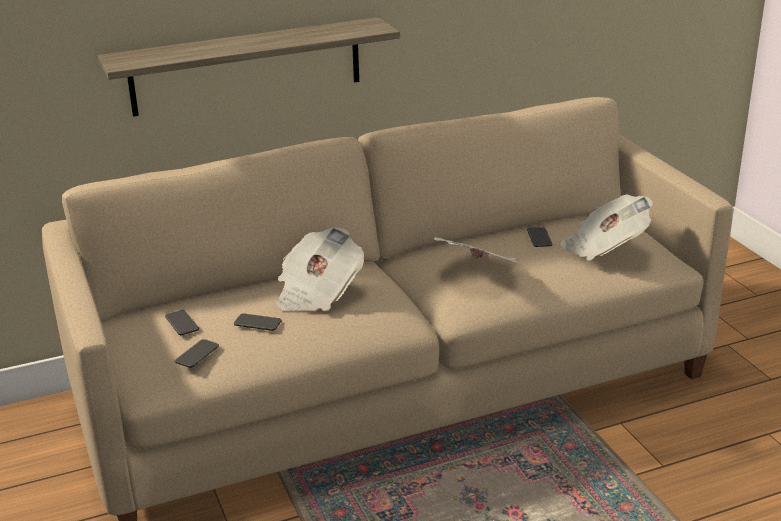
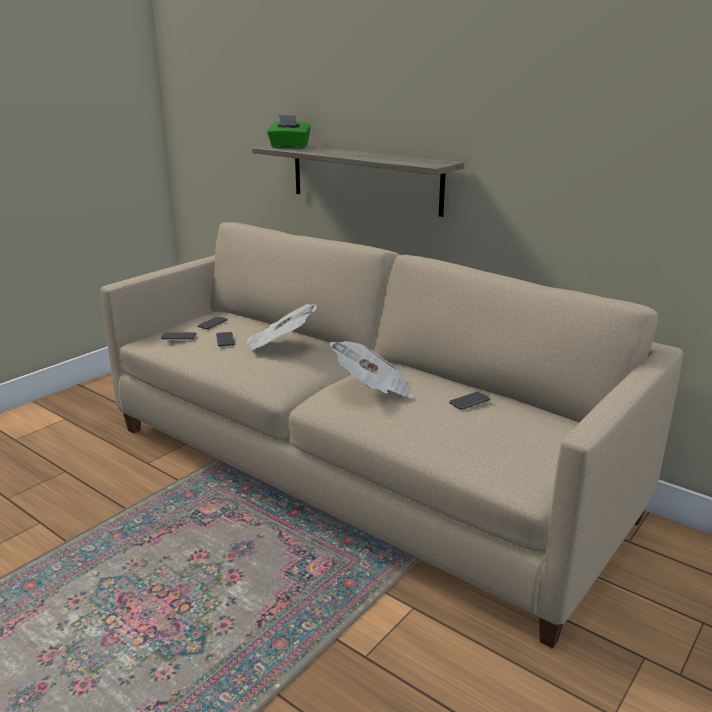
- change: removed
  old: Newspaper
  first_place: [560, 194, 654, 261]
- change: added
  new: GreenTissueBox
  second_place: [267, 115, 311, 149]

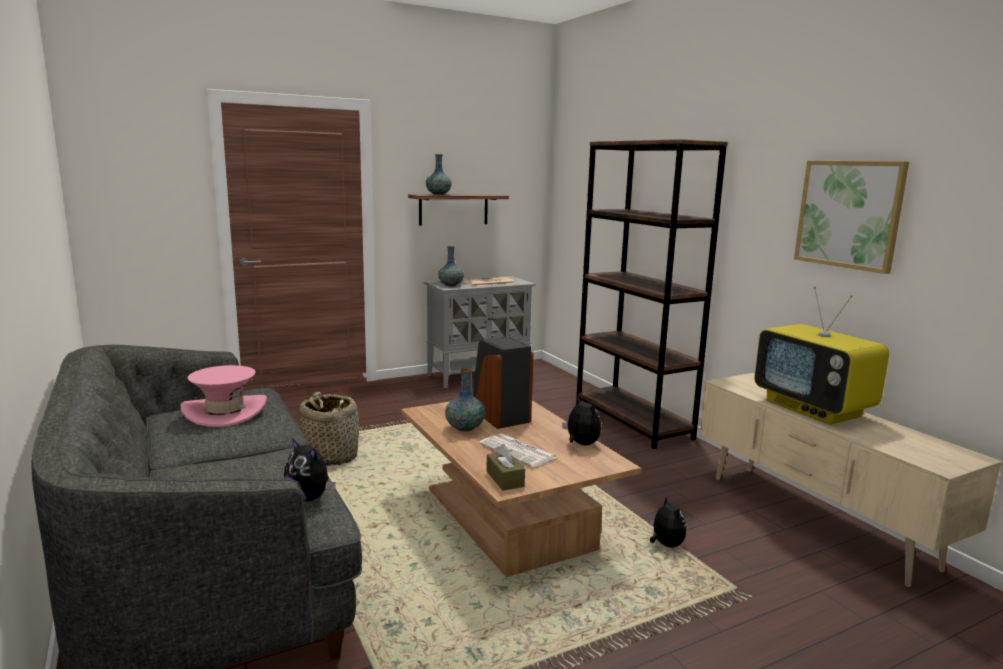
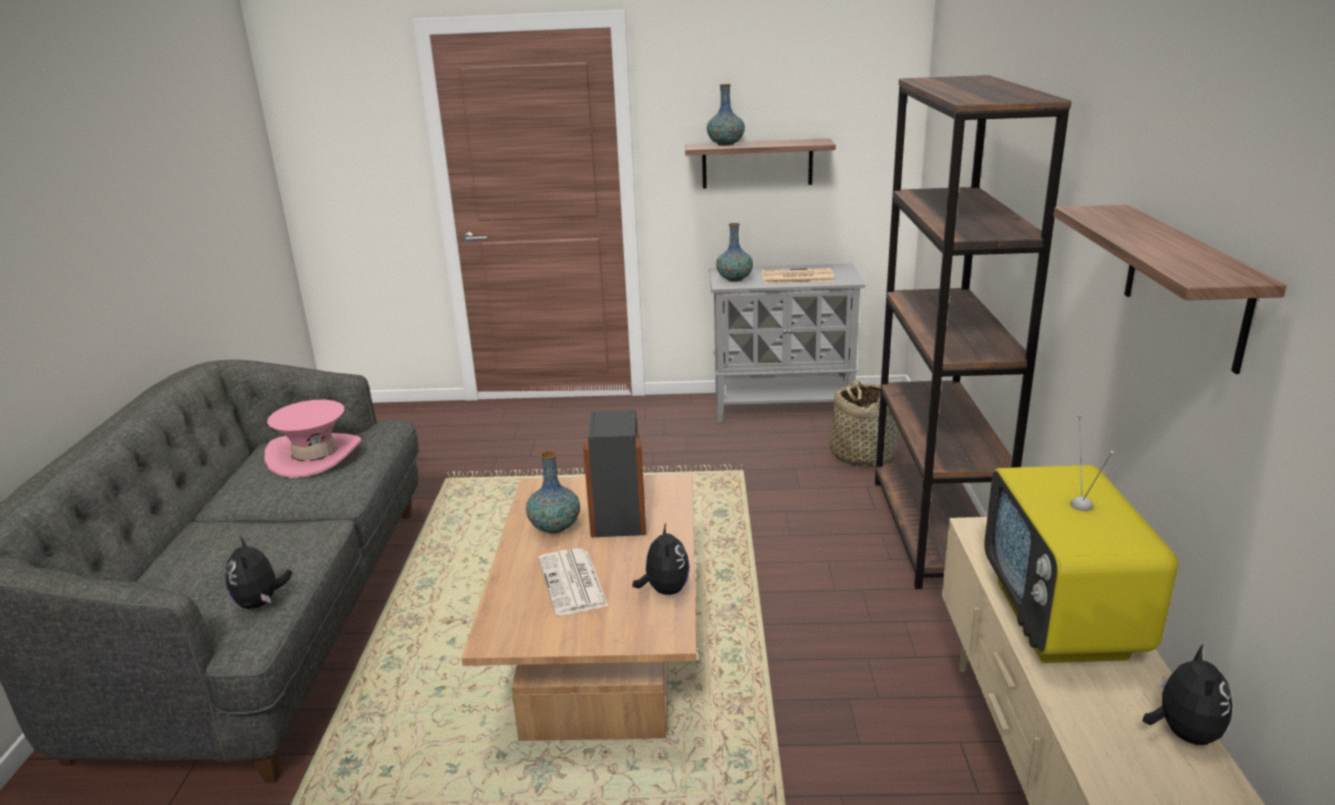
- change: removed
  old: BrownTissueBox
  first_place: [486, 444, 525, 490]
- change: moved
  old: Basket
  first_place: [299, 392, 359, 466]
  second_place: [830, 380, 900, 467]
- change: moved
  old: PlushToy
  first_place: [650, 496, 686, 547]
  second_place: [1143, 645, 1232, 745]
- change: replaced
  old: Picture
  new: Shelf
  first_place: [794, 161, 909, 274]
  second_place: [1053, 205, 1286, 374]

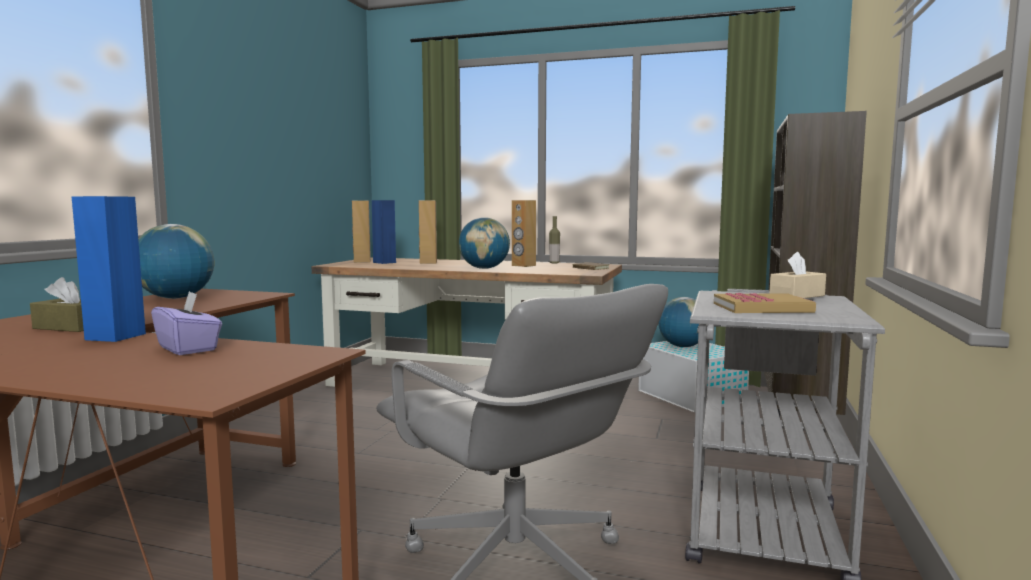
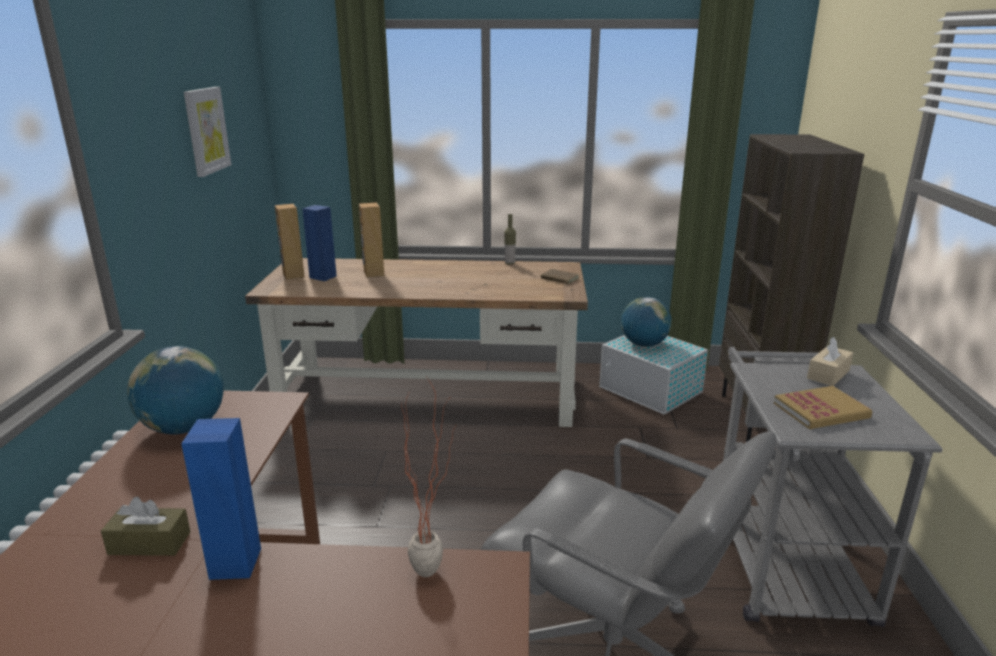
- change: removed
  old: PurpleTissueBox
  first_place: [151, 291, 222, 355]
- change: removed
  old: Globe
  first_place: [459, 217, 510, 269]
- change: removed
  old: BrownSpeaker
  first_place: [512, 200, 536, 267]
- change: added
  new: Picture
  second_place: [184, 87, 231, 177]
- change: added
  new: PottedPlant
  second_place: [401, 376, 455, 577]

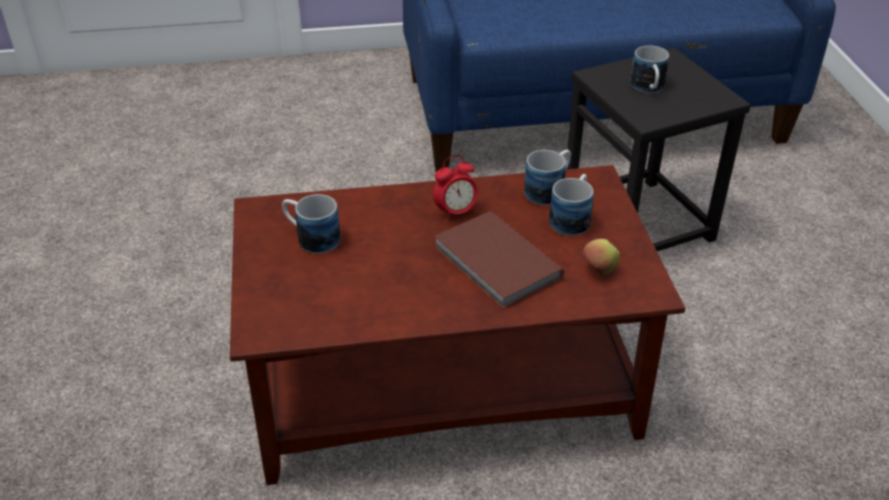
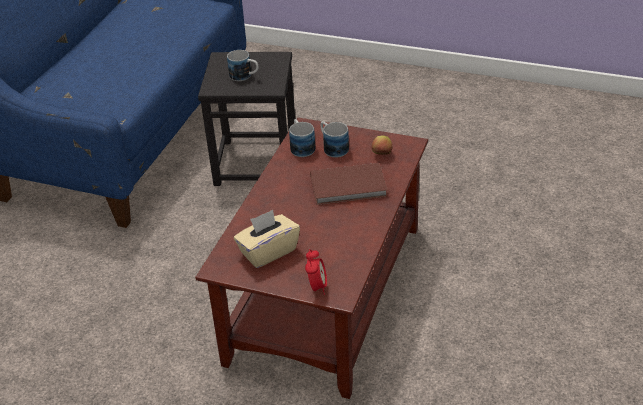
- change: moved
  old: AlarmClock
  first_place: [433, 155, 478, 222]
  second_place: [305, 249, 327, 295]
- change: replaced
  old: Mug
  new: BeigeTissueBox
  first_place: [282, 194, 340, 254]
  second_place: [234, 210, 300, 268]

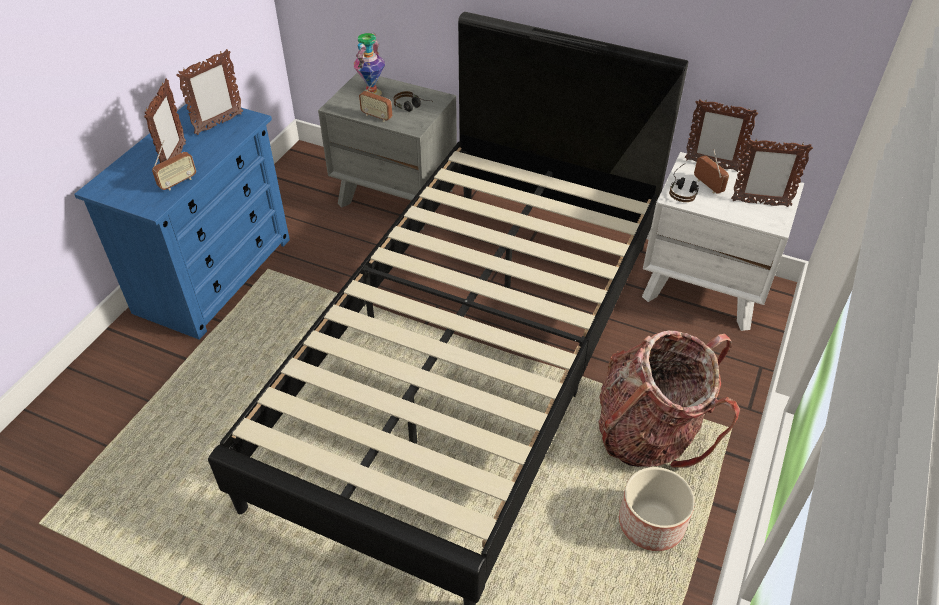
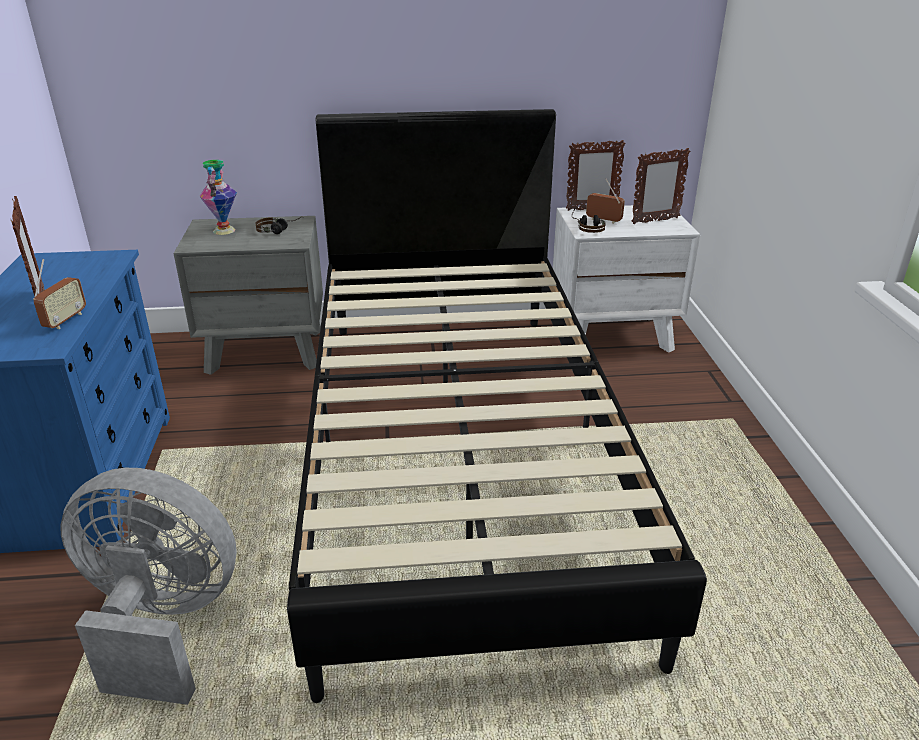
- change: removed
  old: PictureFrame
  first_place: [176, 49, 243, 135]
- change: removed
  old: Radio
  first_place: [359, 78, 392, 122]
- change: removed
  old: Backpack
  first_place: [598, 331, 740, 468]
- change: removed
  old: Planter
  first_place: [619, 467, 695, 551]
- change: added
  new: GreyFan
  second_place: [60, 468, 237, 705]

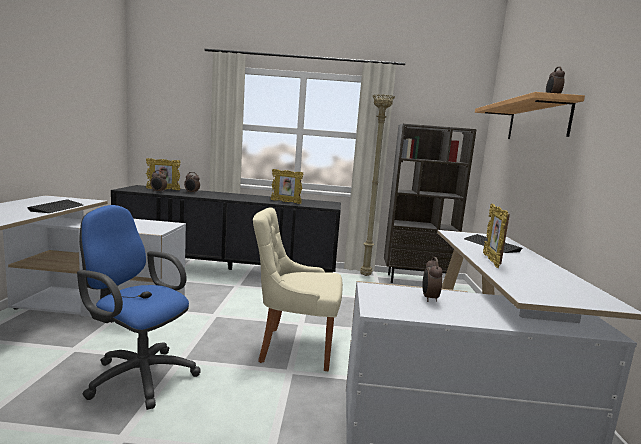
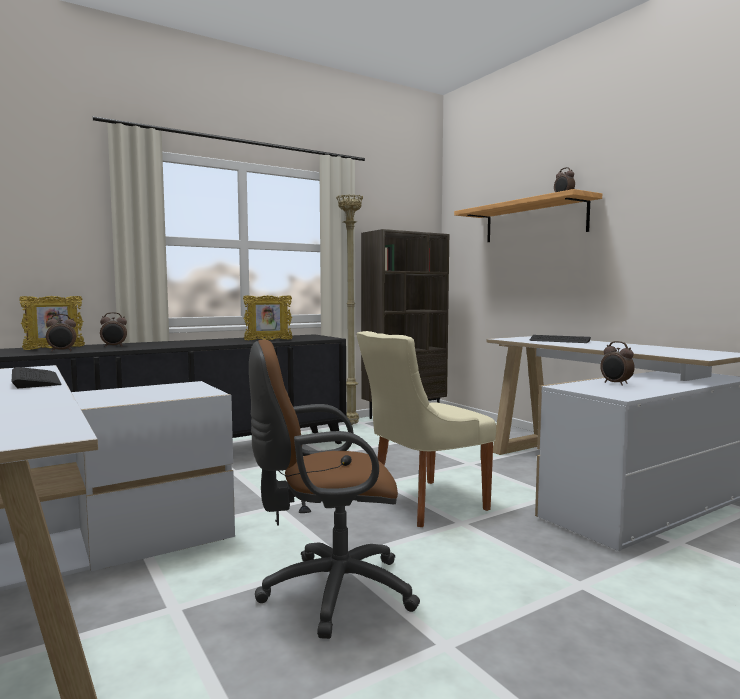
- change: removed
  old: PictureFrame
  first_place: [483, 204, 510, 268]
- change: recoloured
  old: BlueOfficeChair
  new: BrownOfficeChair
  first_place: [77, 205, 201, 410]
  second_place: [249, 339, 420, 639]

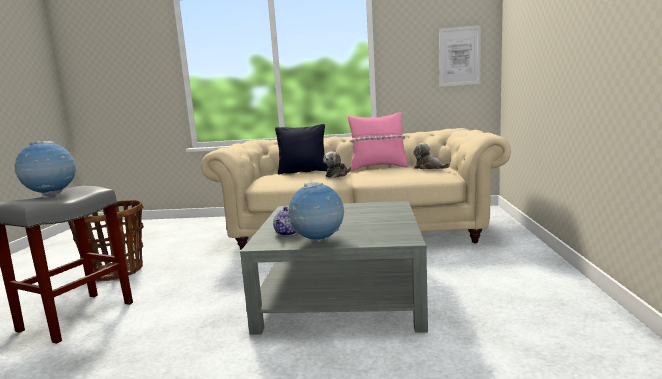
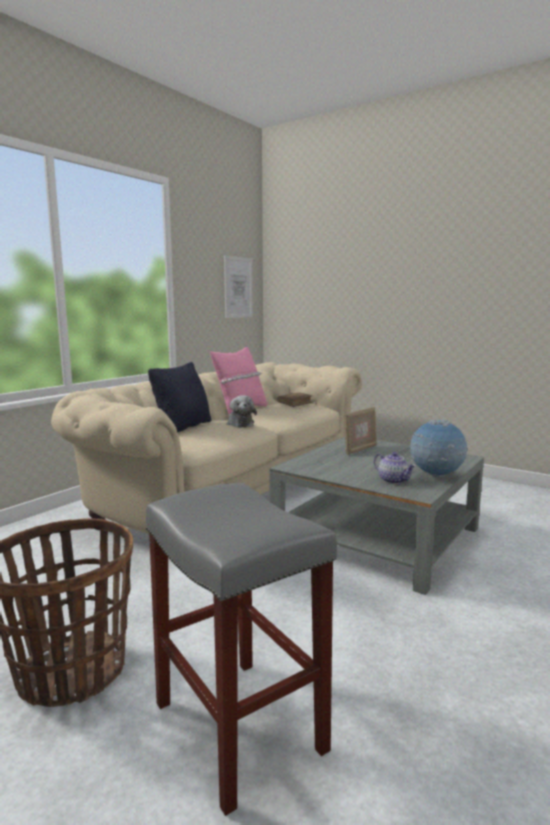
- change: removed
  old: Globe
  first_place: [14, 141, 76, 196]
- change: added
  new: PictureFrame
  second_place: [344, 407, 377, 455]
- change: replaced
  old: PlushToy
  new: BrownBook
  first_place: [413, 143, 450, 169]
  second_place: [277, 392, 313, 407]

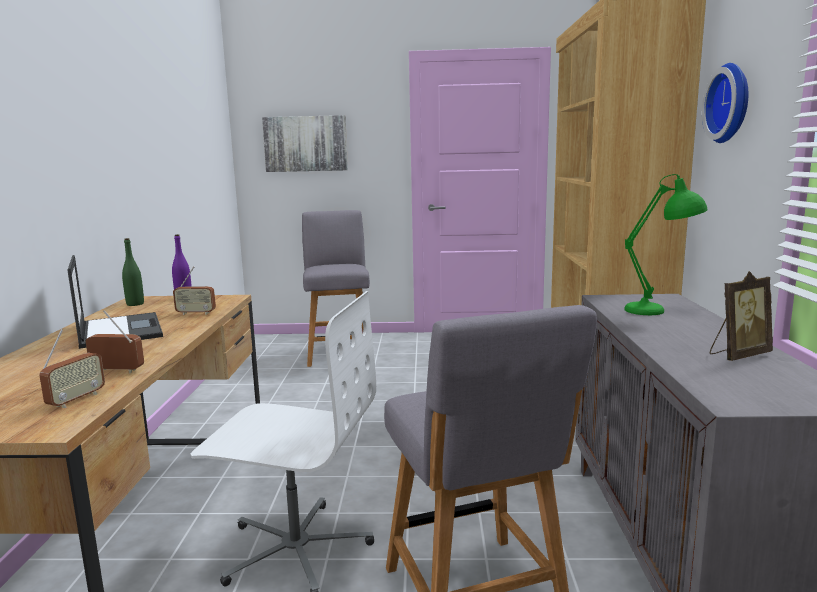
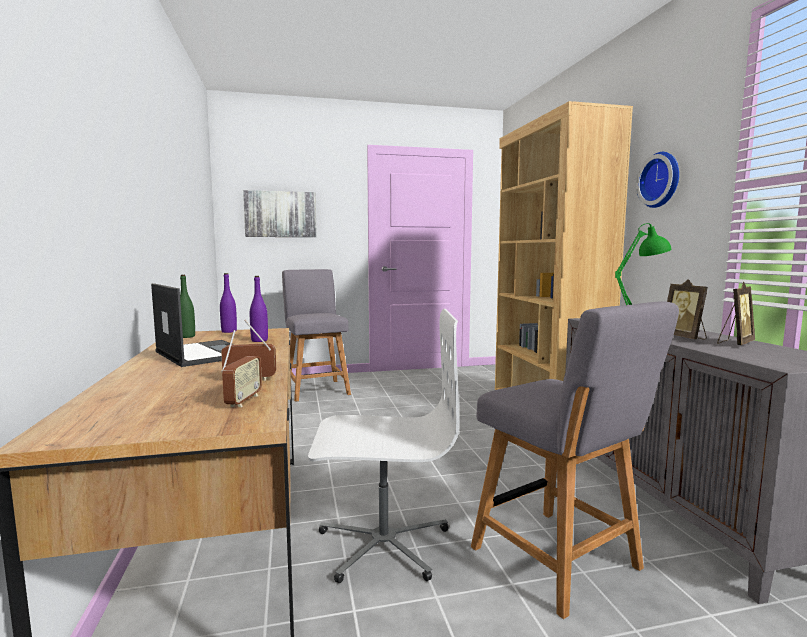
- change: added
  new: PictureFrame
  second_place: [667, 279, 708, 340]
- change: replaced
  old: Radio
  new: PurpleBottle
  first_place: [173, 266, 216, 315]
  second_place: [250, 276, 268, 342]

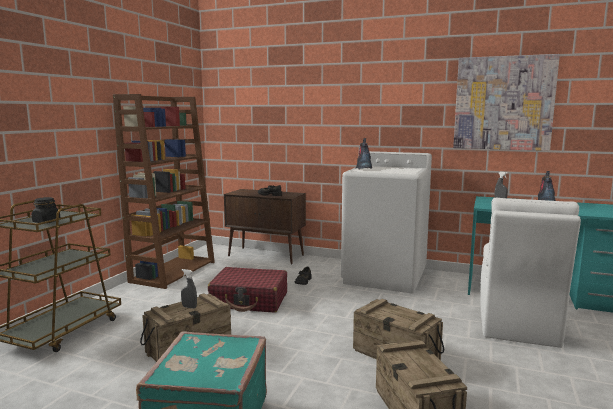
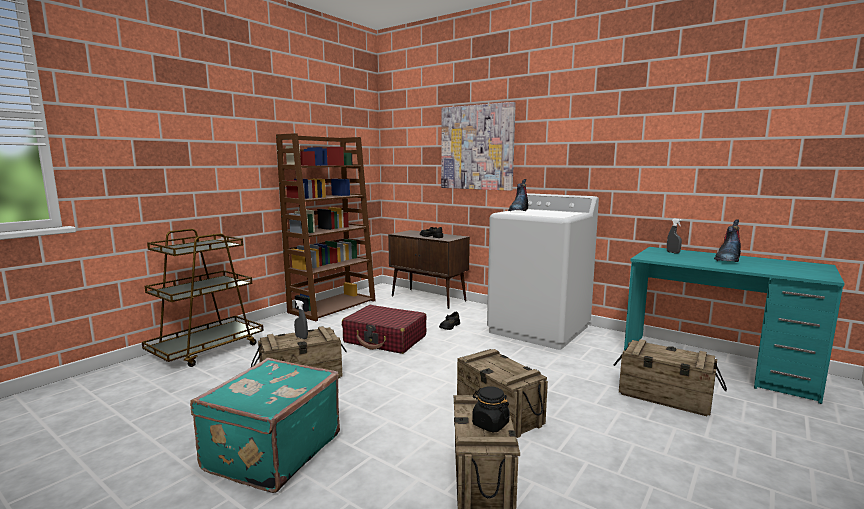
- change: moved
  old: BlackJar
  first_place: [32, 197, 60, 223]
  second_place: [472, 386, 510, 432]
- change: moved
  old: Picture
  first_place: [453, 54, 560, 151]
  second_place: [441, 102, 516, 191]
- change: replaced
  old: WhiteChair
  new: Crate
  first_place: [480, 198, 581, 348]
  second_place: [614, 339, 727, 416]

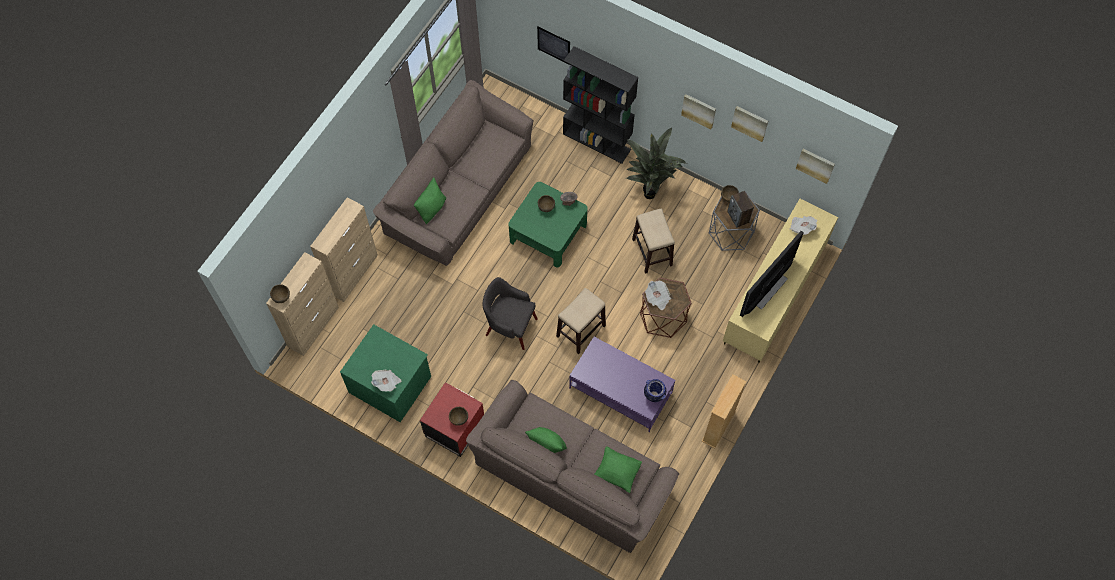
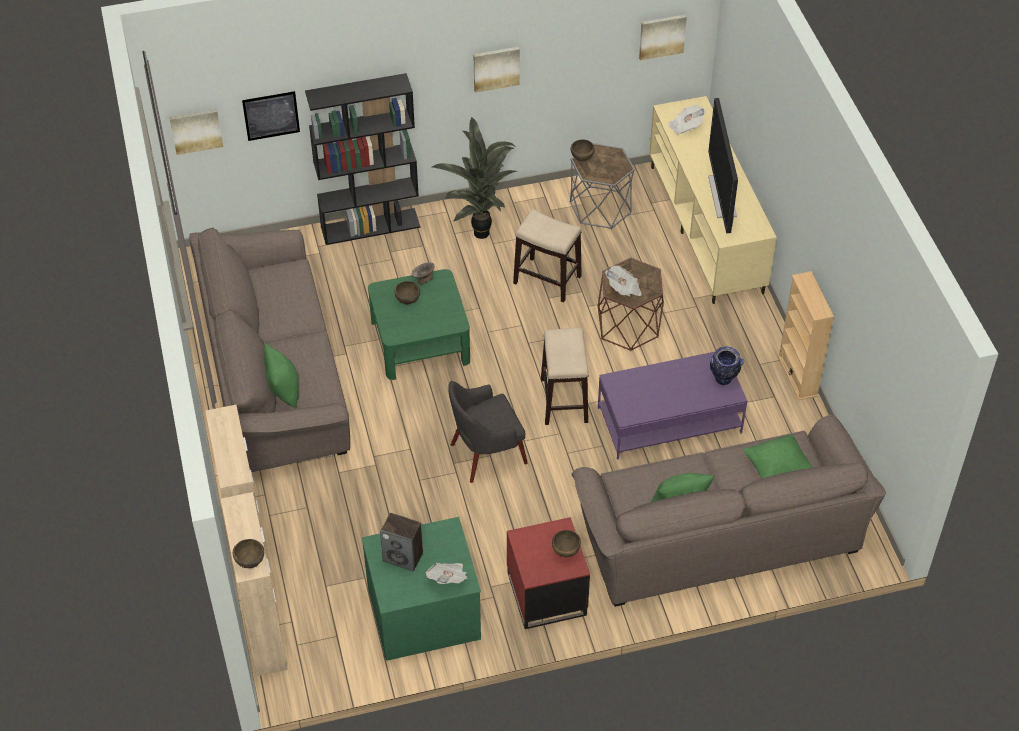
- change: moved
  old: Speaker
  first_place: [727, 191, 754, 228]
  second_place: [380, 513, 423, 572]
- change: moved
  old: Picture
  first_place: [731, 106, 768, 142]
  second_place: [169, 109, 223, 155]

